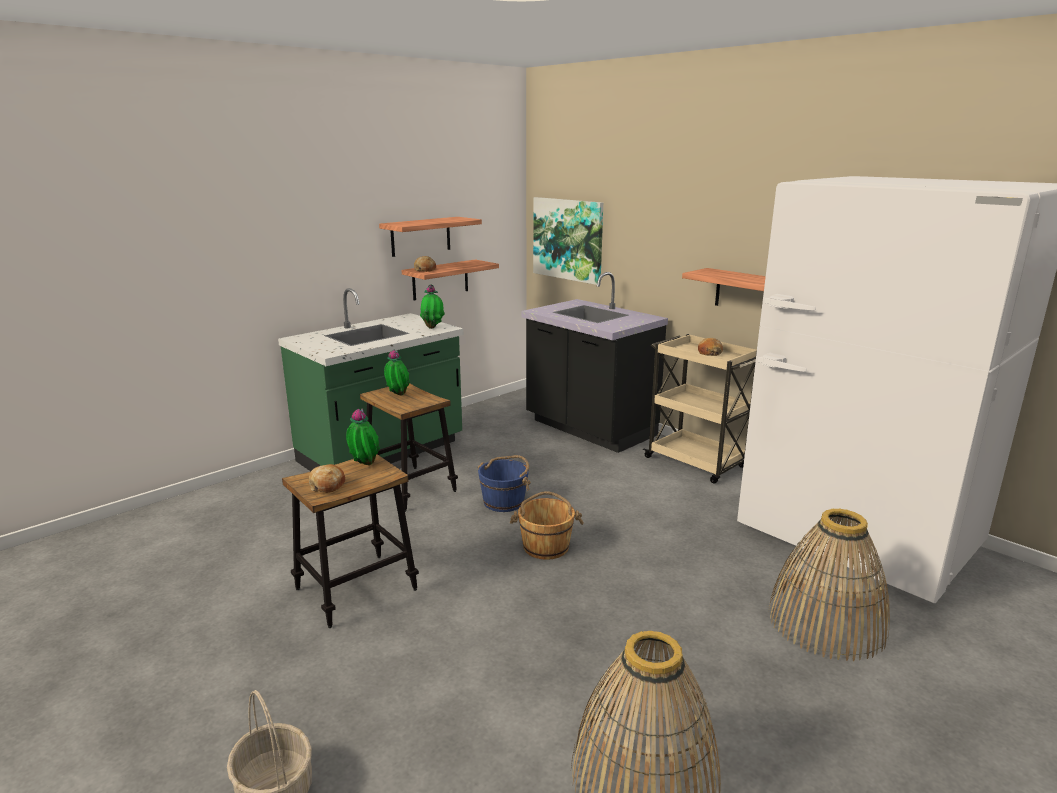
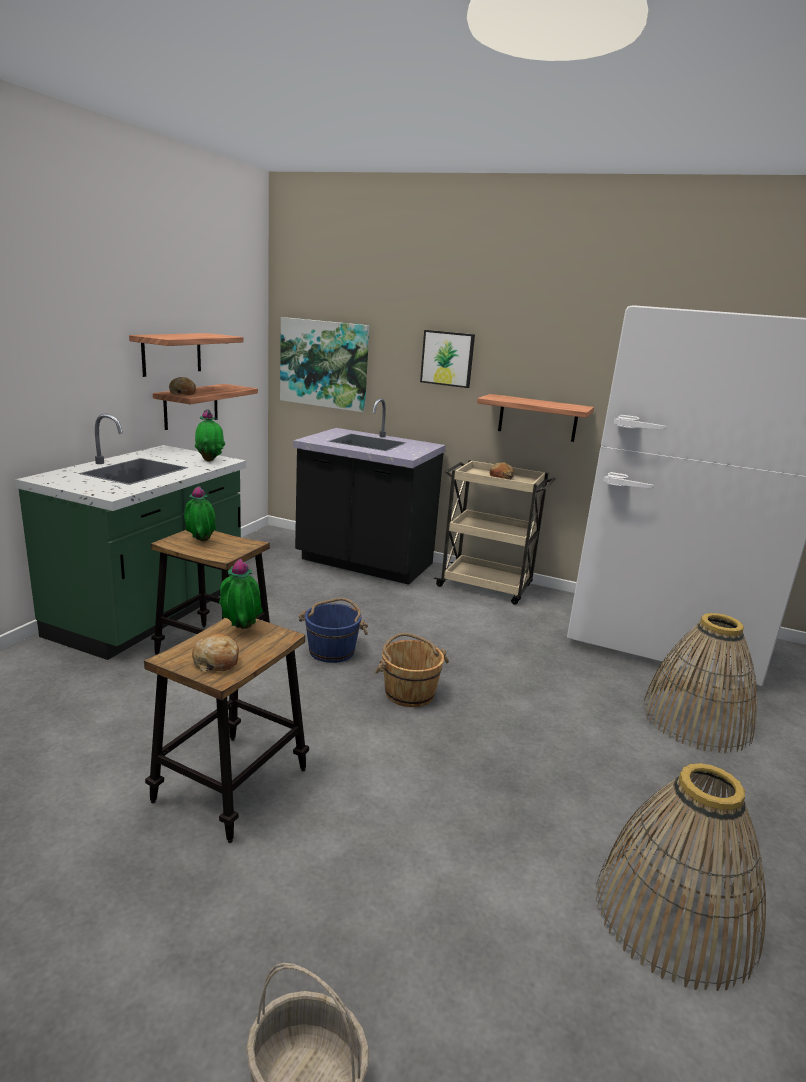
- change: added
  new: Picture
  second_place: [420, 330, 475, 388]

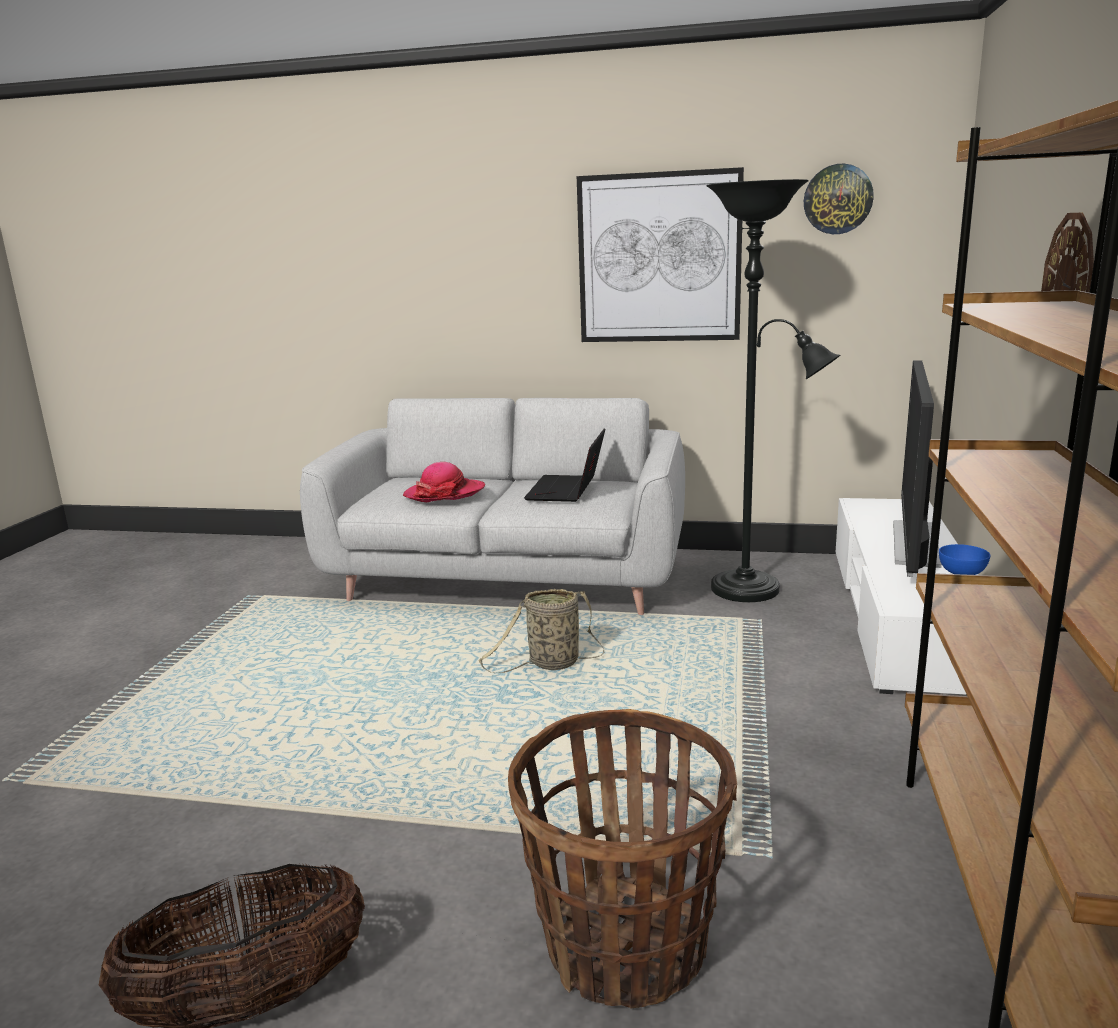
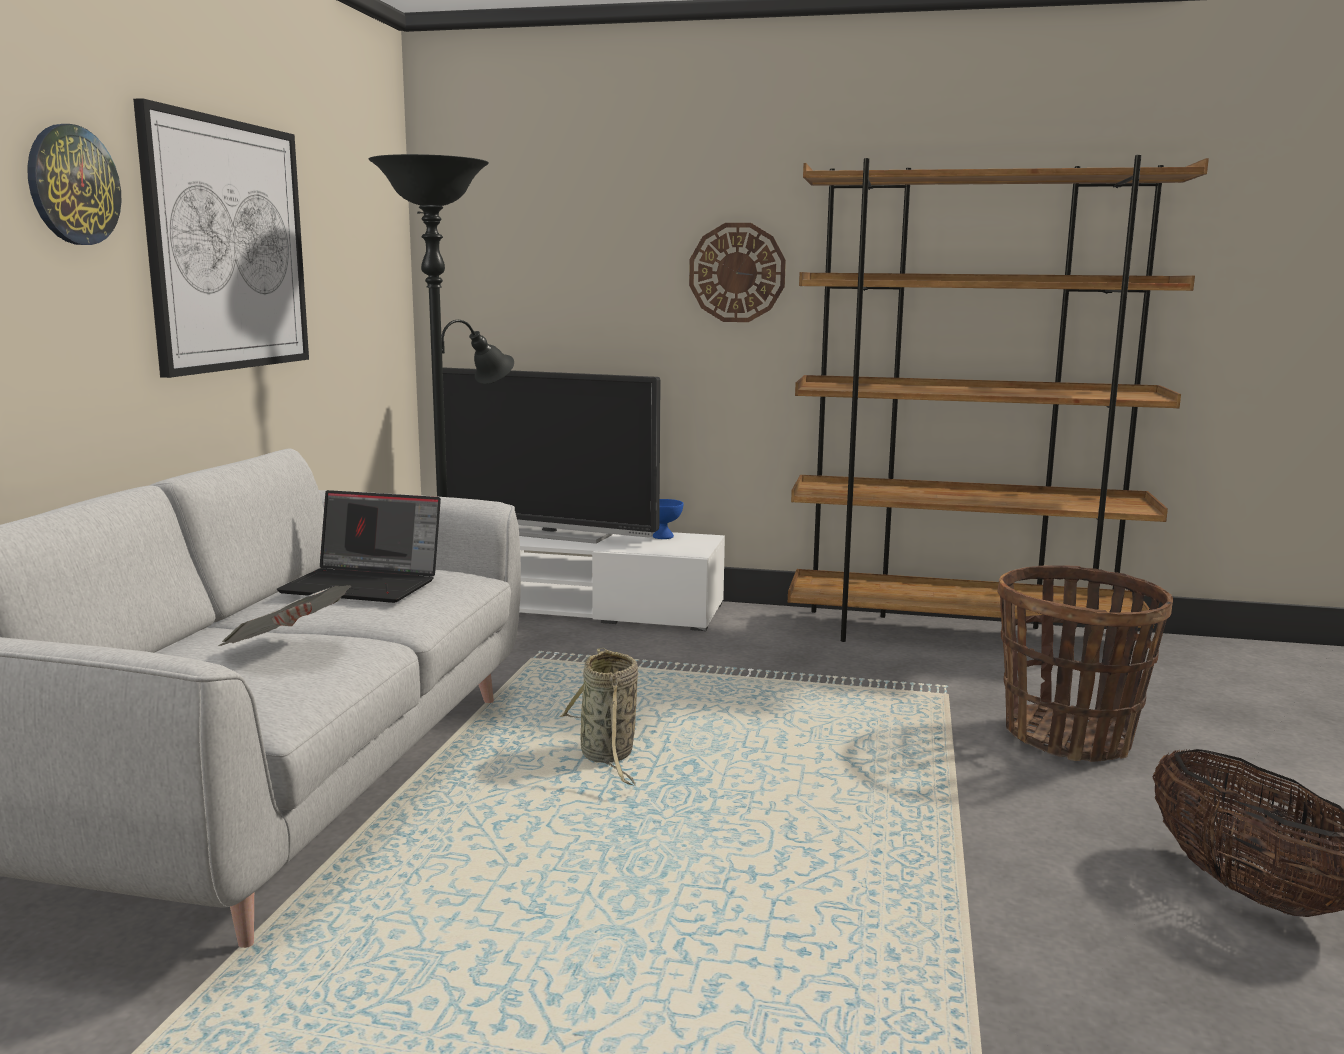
- change: moved
  old: WallClock
  first_place: [804, 164, 874, 234]
  second_place: [27, 124, 121, 245]
- change: replaced
  old: Hat
  new: Newspaper
  first_place: [403, 462, 485, 503]
  second_place: [218, 585, 351, 646]

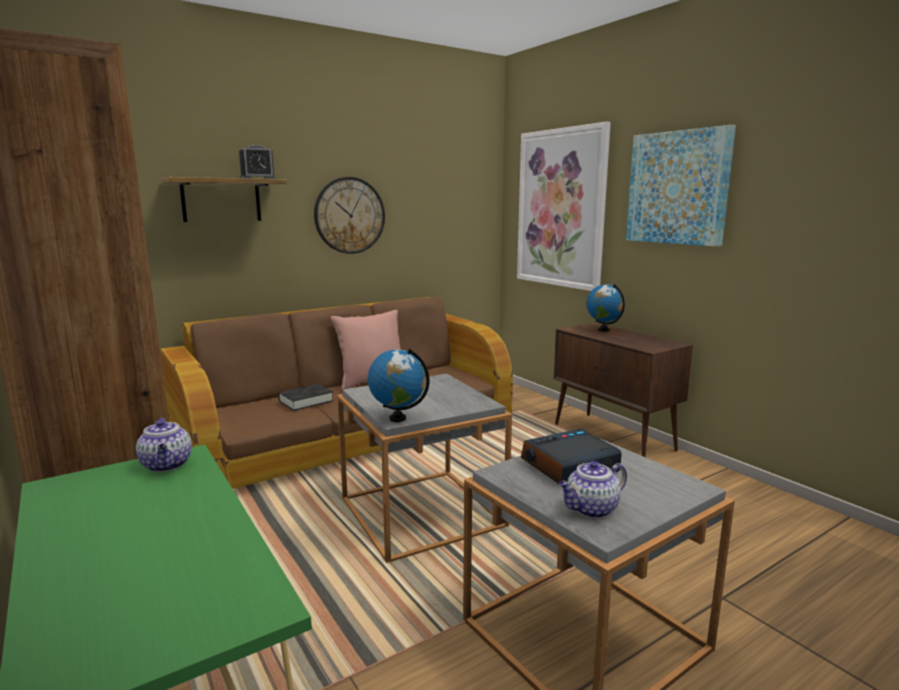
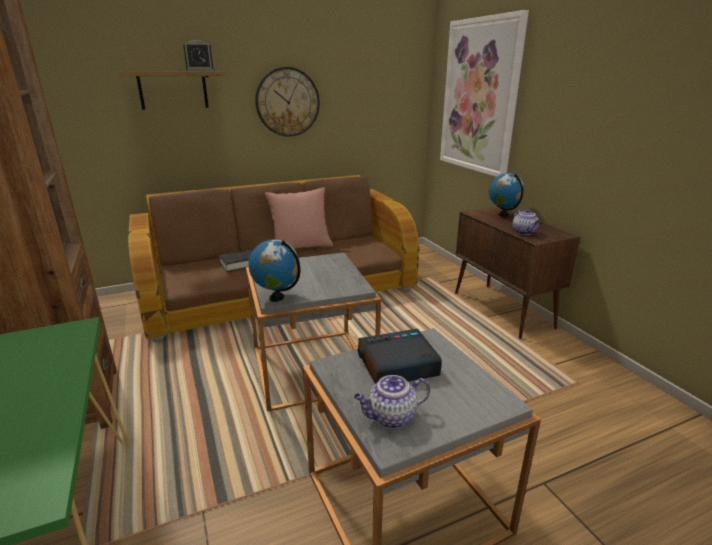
- change: removed
  old: Picture
  first_place: [626, 125, 736, 247]
- change: moved
  old: Teapot
  first_place: [136, 418, 192, 472]
  second_place: [513, 209, 540, 235]

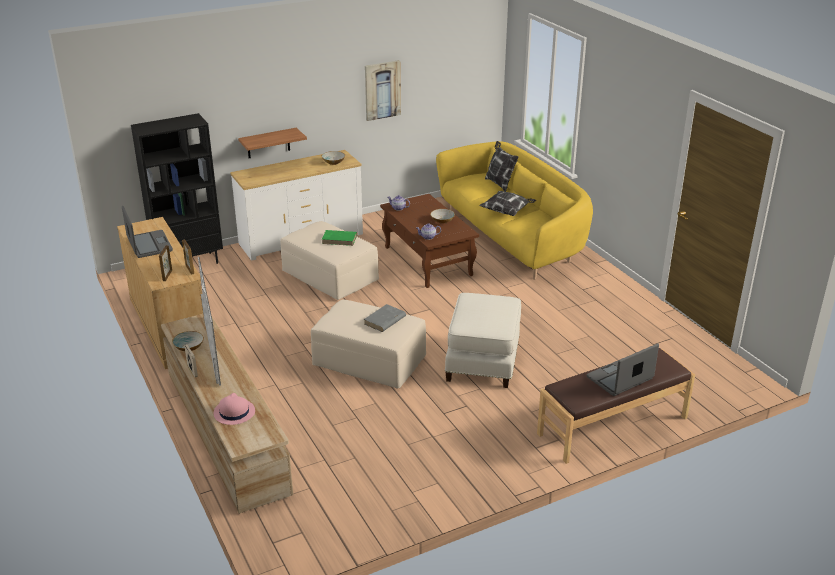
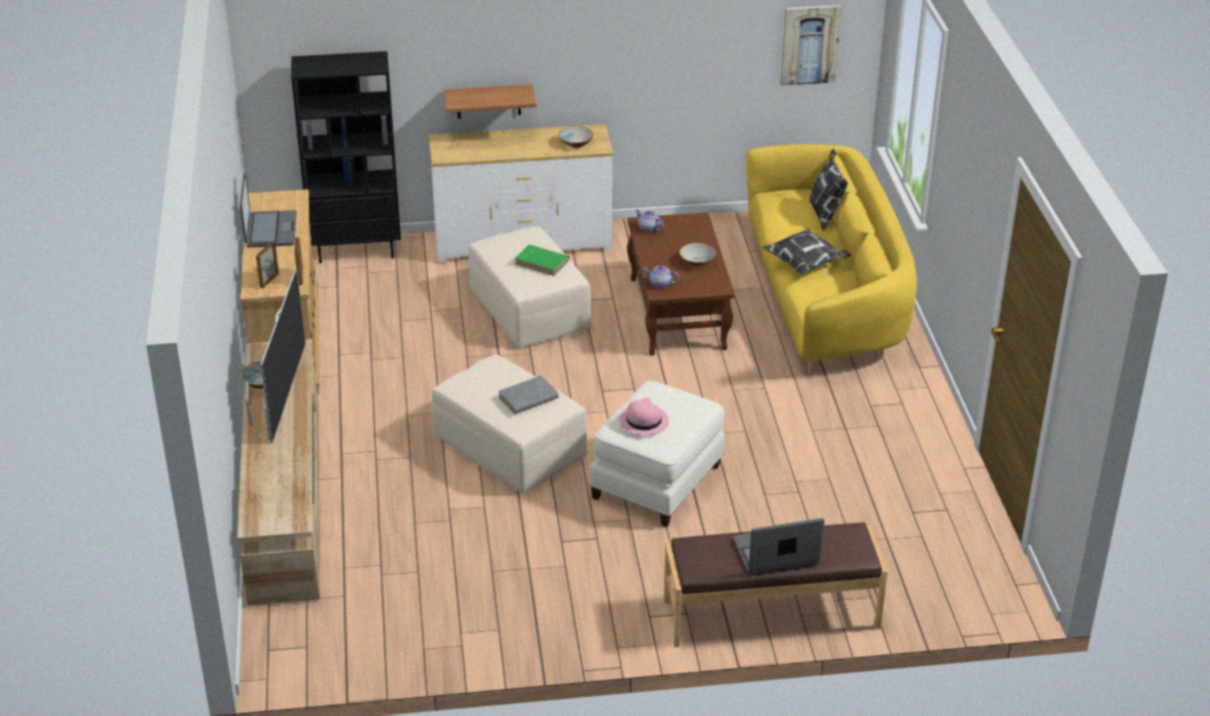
- change: moved
  old: PinkHat
  first_place: [214, 393, 255, 425]
  second_place: [619, 397, 669, 435]
- change: moved
  old: Picture
  first_place: [365, 60, 401, 121]
  second_place: [780, 5, 841, 86]

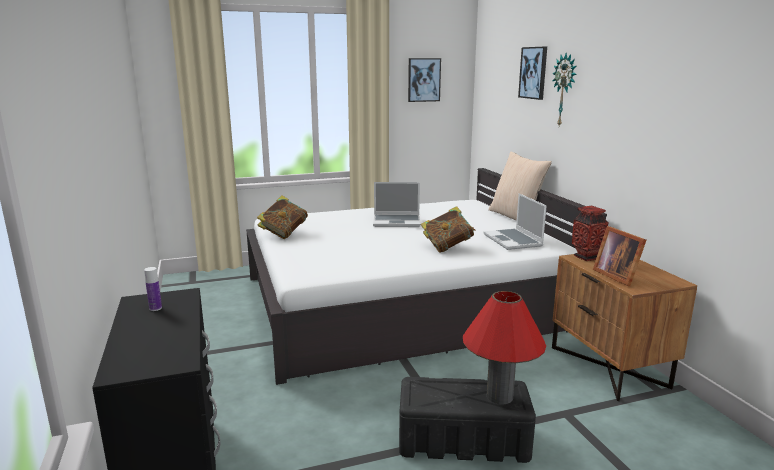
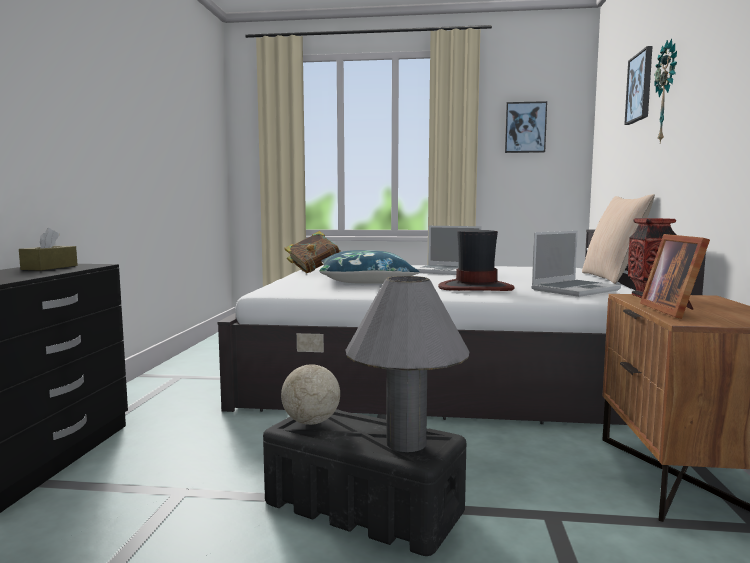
- change: added
  new: Globe
  second_place: [281, 333, 340, 425]
- change: added
  new: BluePillow
  second_place: [319, 250, 419, 284]
- change: replaced
  old: Bottle
  new: BrownTissueBox
  first_place: [144, 267, 162, 311]
  second_place: [19, 228, 77, 271]
- change: replaced
  old: Book
  new: Hat
  first_place: [421, 206, 476, 253]
  second_place: [438, 230, 514, 291]
- change: recoloured
  old: RedTableLamp
  new: GreyTableLamp
  first_place: [463, 291, 546, 405]
  second_place: [346, 276, 469, 452]
- change: turned
  old: Laptop
  first_place: [484, 193, 547, 250]
  second_place: [531, 231, 621, 297]
  degrees: -135

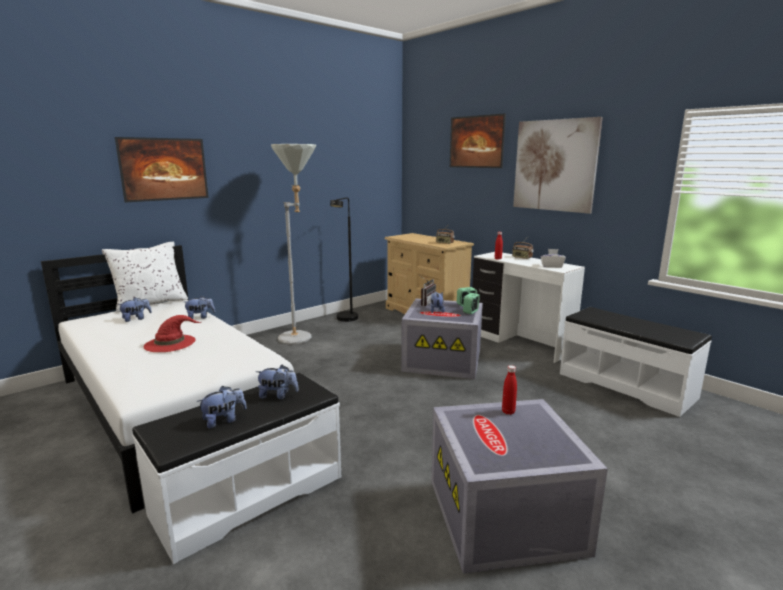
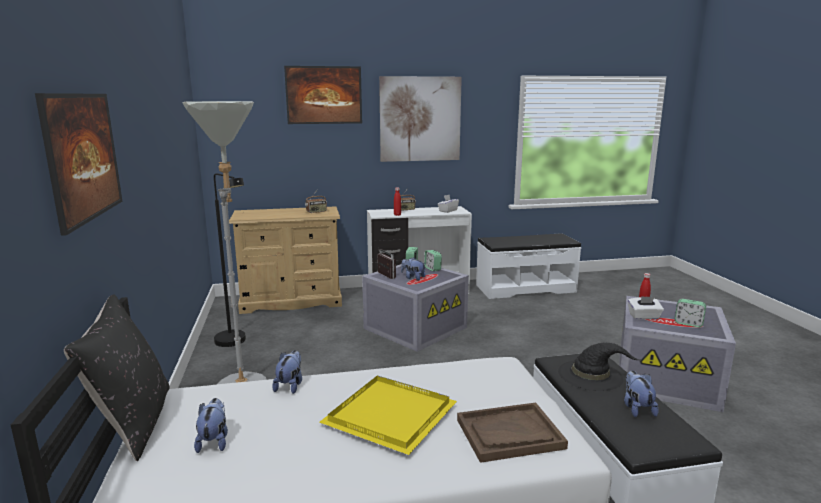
- change: added
  new: BrownTray
  second_place: [457, 403, 568, 463]
- change: added
  new: WhiteTissueBox
  second_place: [628, 296, 664, 319]
- change: added
  new: AlarmClock
  second_place: [675, 299, 706, 327]
- change: replaced
  old: RedHat
  new: YellowTray
  first_place: [143, 315, 201, 352]
  second_place: [319, 375, 457, 455]
- change: replaced
  old: PlushToy
  new: BlackHat
  first_place: [256, 365, 299, 399]
  second_place: [558, 343, 640, 391]
- change: recoloured
  old: WhitePillow
  new: BlackPillow
  first_place: [102, 242, 188, 312]
  second_place: [64, 294, 170, 461]

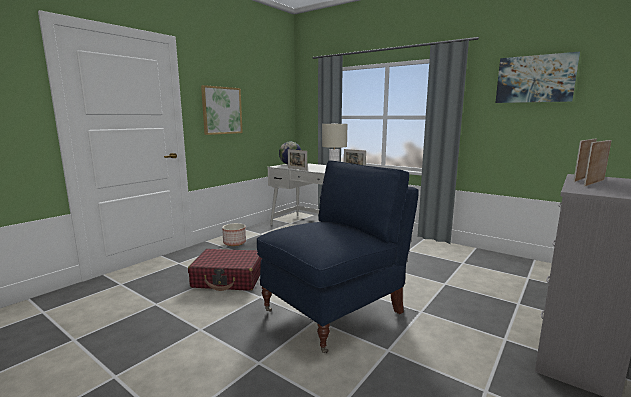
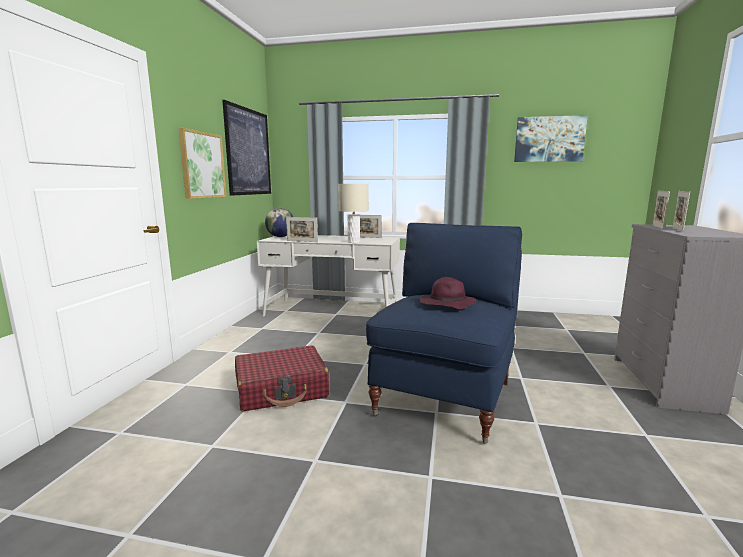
- change: removed
  old: Planter
  first_place: [222, 223, 246, 246]
- change: added
  new: Picture
  second_place: [222, 100, 271, 196]
- change: added
  new: PurpleHat
  second_place: [419, 277, 477, 309]

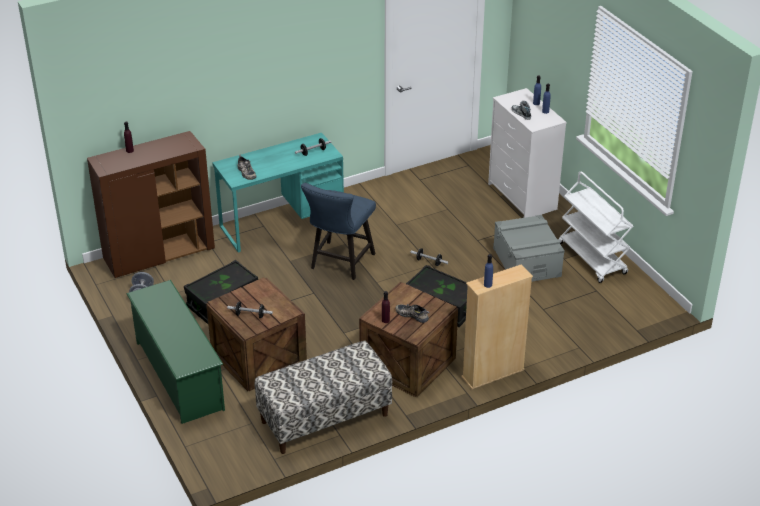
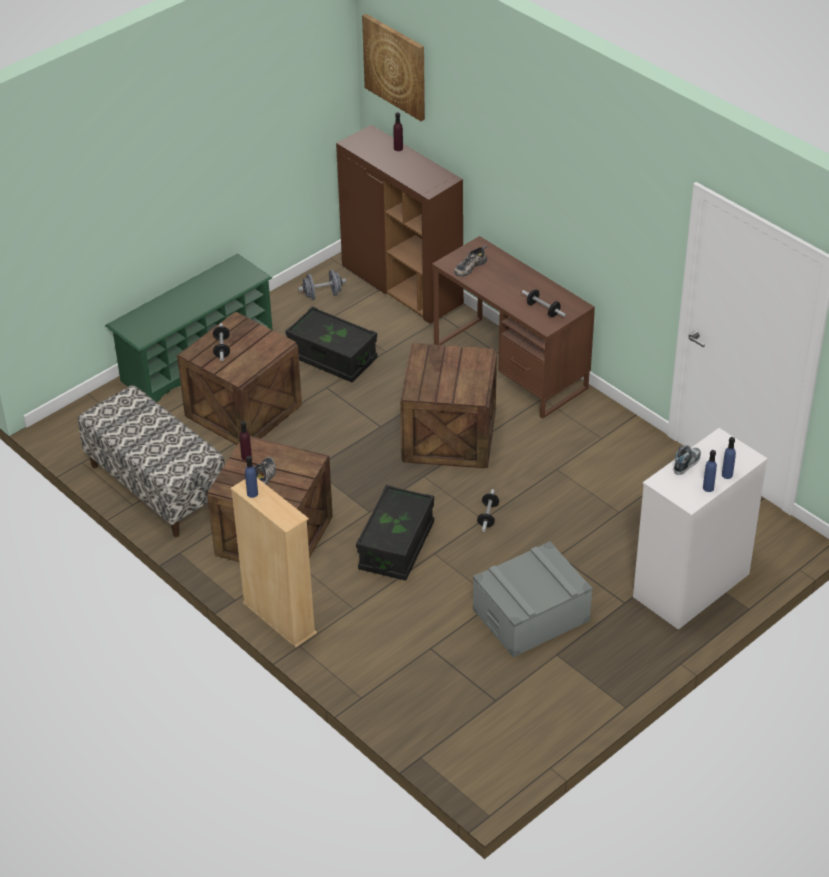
- change: removed
  old: WhiteCart
  first_place: [559, 171, 633, 283]
- change: added
  new: Picture
  second_place: [362, 14, 425, 121]
- change: replaced
  old: BlueChair
  new: Crate
  first_place: [301, 183, 376, 280]
  second_place: [400, 343, 497, 468]
- change: recoloured
  old: TurquoiseDesk
  new: BrownDesk
  first_place: [212, 133, 344, 253]
  second_place: [432, 236, 595, 419]

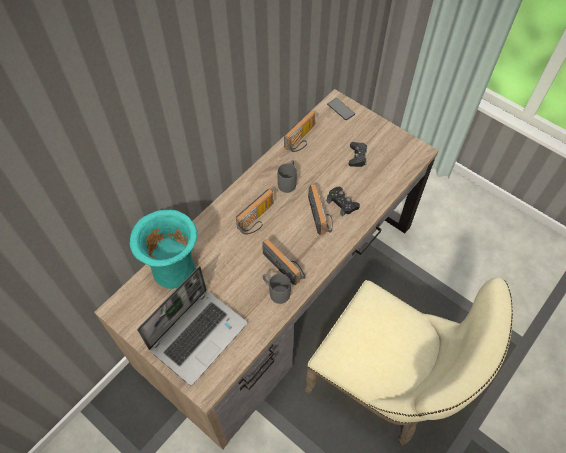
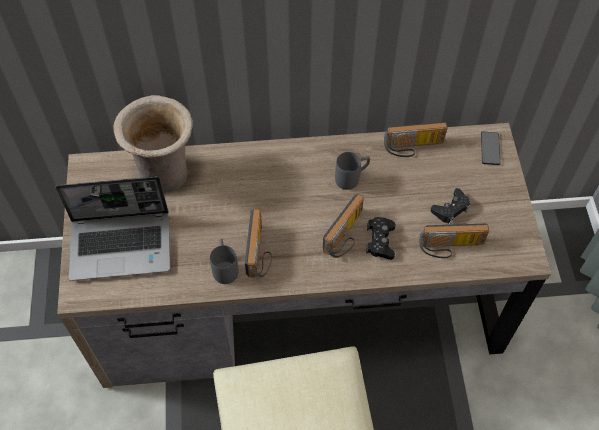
- change: moved
  old: Radio
  first_place: [236, 189, 274, 235]
  second_place: [419, 224, 489, 258]
- change: recoloured
  old: TurquoiseVase
  new: BeigeVase
  first_place: [130, 210, 197, 289]
  second_place: [113, 95, 193, 193]

